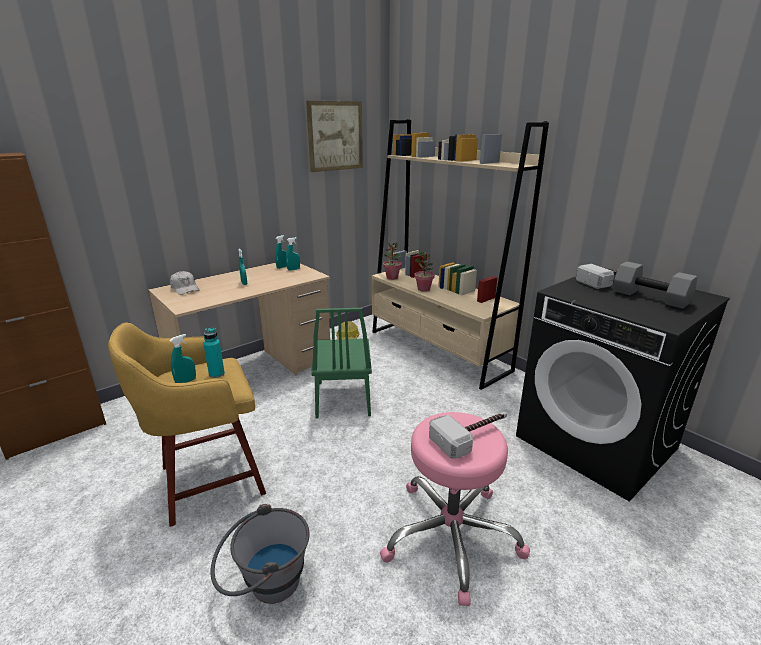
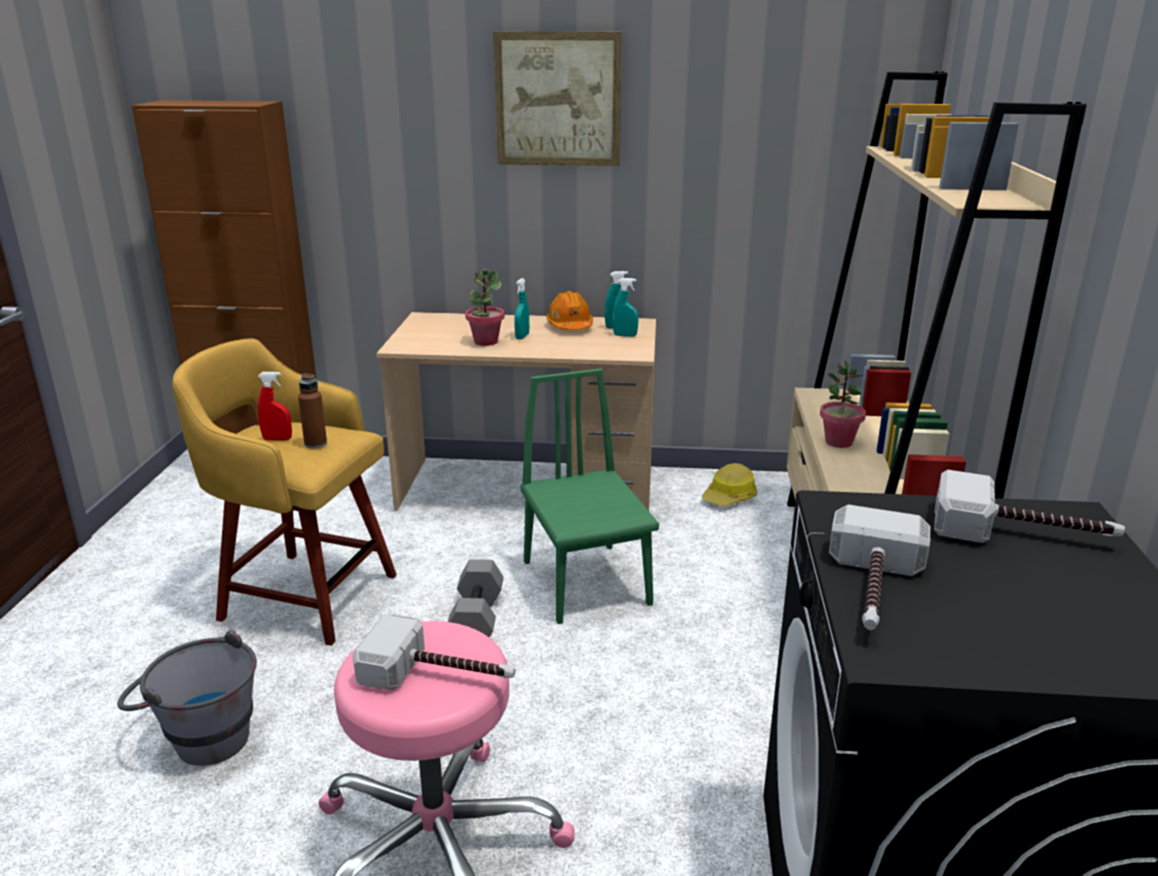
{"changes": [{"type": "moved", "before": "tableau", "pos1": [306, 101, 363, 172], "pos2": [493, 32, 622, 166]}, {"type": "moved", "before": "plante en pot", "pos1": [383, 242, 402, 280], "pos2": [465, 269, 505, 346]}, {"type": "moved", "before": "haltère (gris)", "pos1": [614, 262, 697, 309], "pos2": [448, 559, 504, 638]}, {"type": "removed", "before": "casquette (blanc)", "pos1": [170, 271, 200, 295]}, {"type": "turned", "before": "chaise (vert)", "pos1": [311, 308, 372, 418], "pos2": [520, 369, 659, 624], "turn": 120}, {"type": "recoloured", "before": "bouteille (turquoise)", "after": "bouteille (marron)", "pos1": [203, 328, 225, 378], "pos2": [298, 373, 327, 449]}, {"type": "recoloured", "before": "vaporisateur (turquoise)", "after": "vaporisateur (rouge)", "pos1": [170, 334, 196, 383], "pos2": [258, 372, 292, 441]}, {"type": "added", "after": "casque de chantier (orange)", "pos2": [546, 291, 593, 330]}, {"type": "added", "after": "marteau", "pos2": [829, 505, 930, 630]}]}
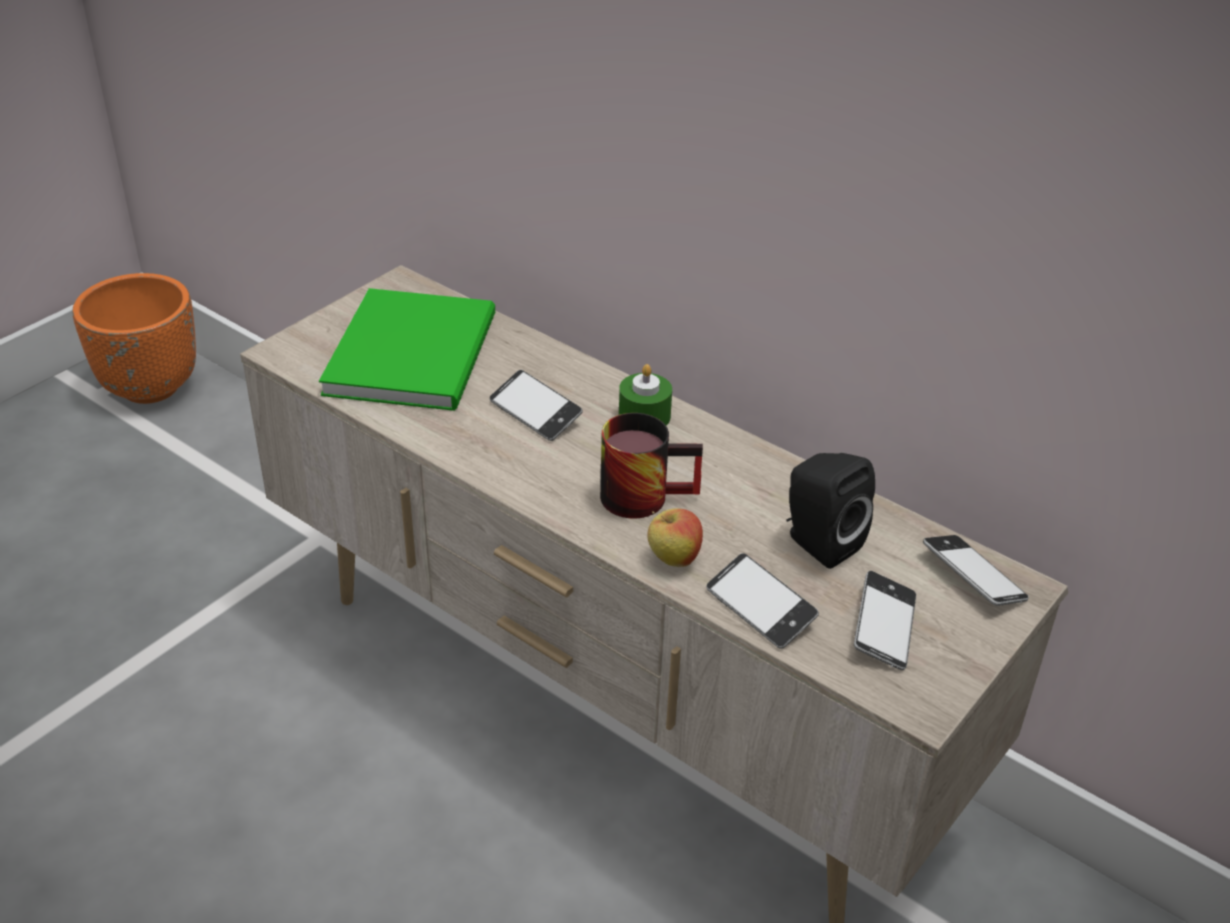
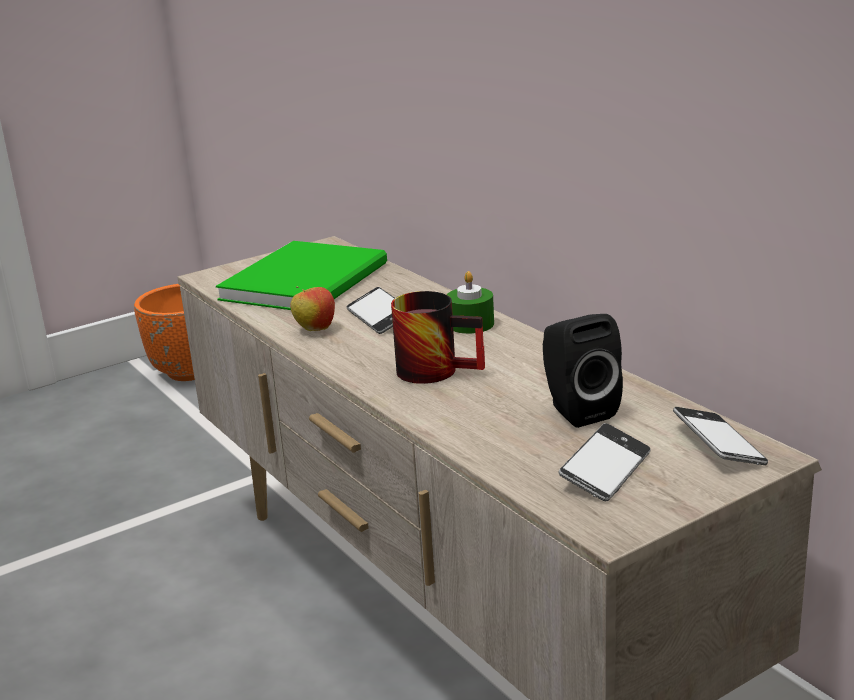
{"changes": [{"type": "moved", "before": "pomme", "pos1": [647, 508, 703, 567], "pos2": [290, 286, 335, 331]}, {"type": "removed", "before": "téléphone", "pos1": [706, 553, 819, 649]}]}
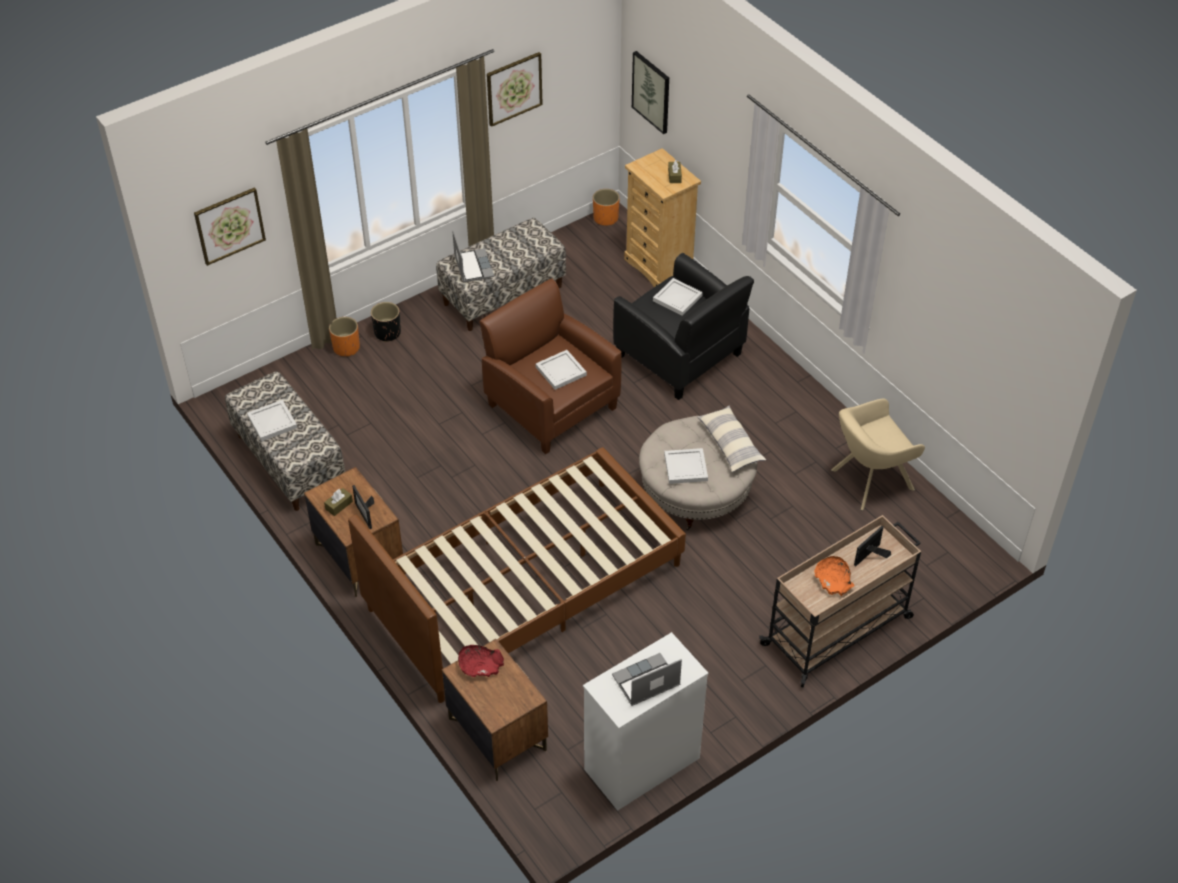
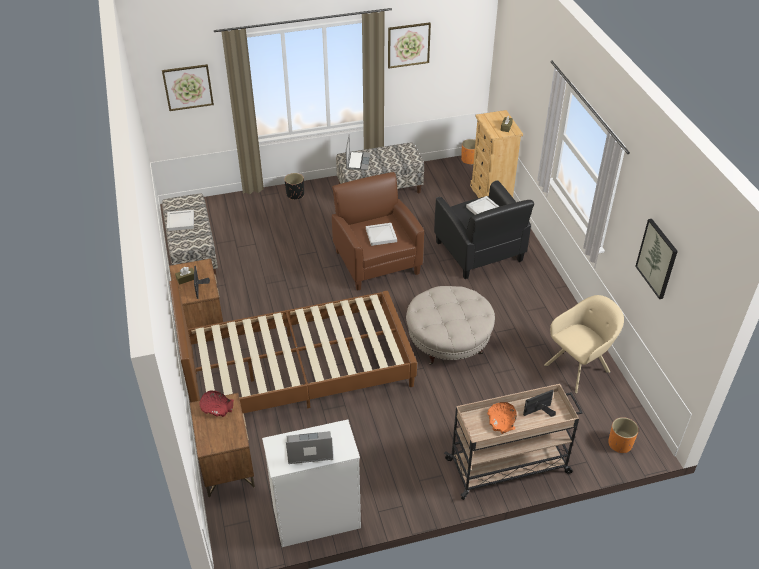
{"changes": [{"type": "moved", "before": "tableau", "pos1": [632, 51, 669, 134], "pos2": [635, 219, 678, 299]}, {"type": "moved", "before": "cache-pot (orange)", "pos1": [329, 317, 360, 356], "pos2": [608, 417, 639, 453]}, {"type": "turned", "before": "fauteuil (beige)", "pos1": [831, 399, 925, 511], "pos2": [544, 295, 624, 393], "turn": 150}, {"type": "removed", "before": "coussin", "pos1": [697, 406, 766, 472]}, {"type": "removed", "before": "plateau (blanc)", "pos1": [664, 448, 708, 484]}]}
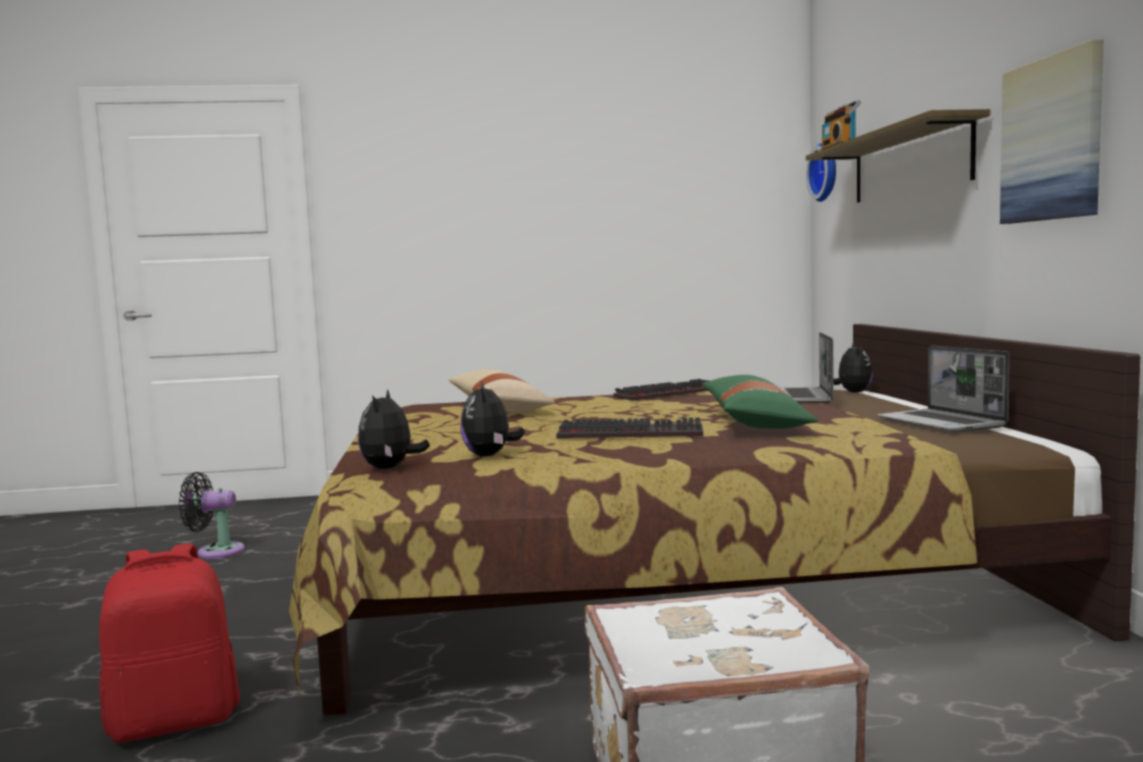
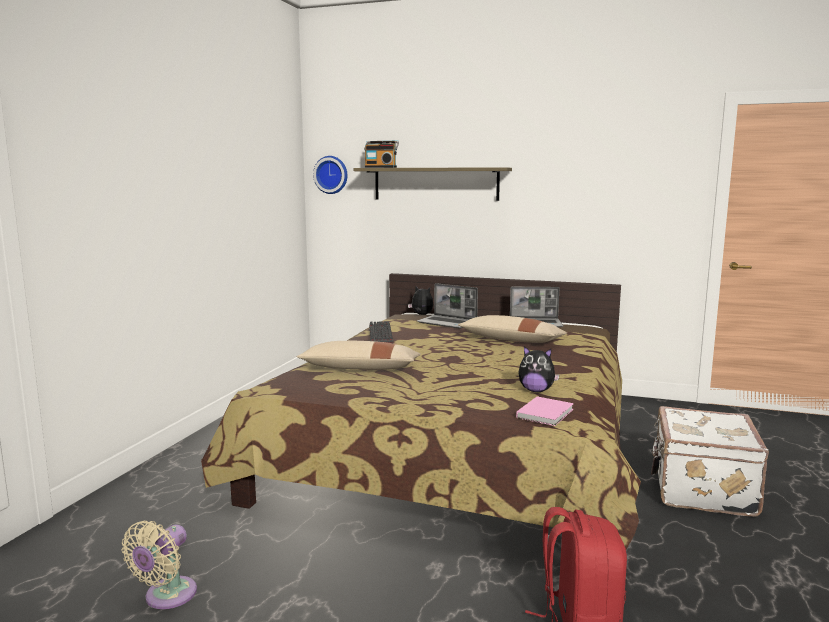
{"changes": [{"type": "removed", "before": "tableau", "pos1": [1000, 39, 1103, 224]}, {"type": "recoloured", "before": "coussin (vert)", "after": "coussin (beige)", "pos1": [702, 375, 818, 429], "pos2": [458, 315, 567, 343]}, {"type": "replaced", "before": "peluche", "after": "livre (rose)", "pos1": [358, 389, 430, 469], "pos2": [516, 396, 574, 426]}, {"type": "removed", "before": "clavier", "pos1": [556, 417, 703, 438]}, {"type": "recoloured", "before": "ventilateur (noir)", "after": "ventilateur (beige)", "pos1": [179, 472, 245, 559], "pos2": [122, 521, 197, 609]}]}
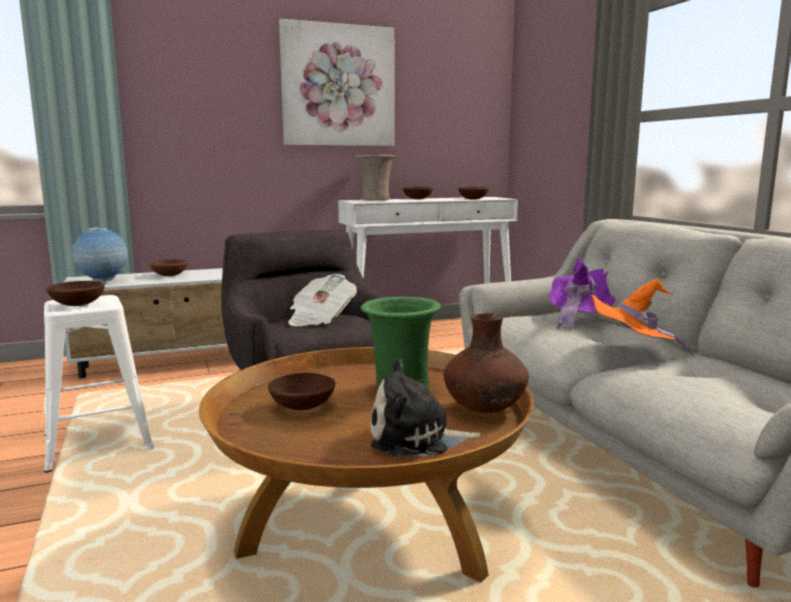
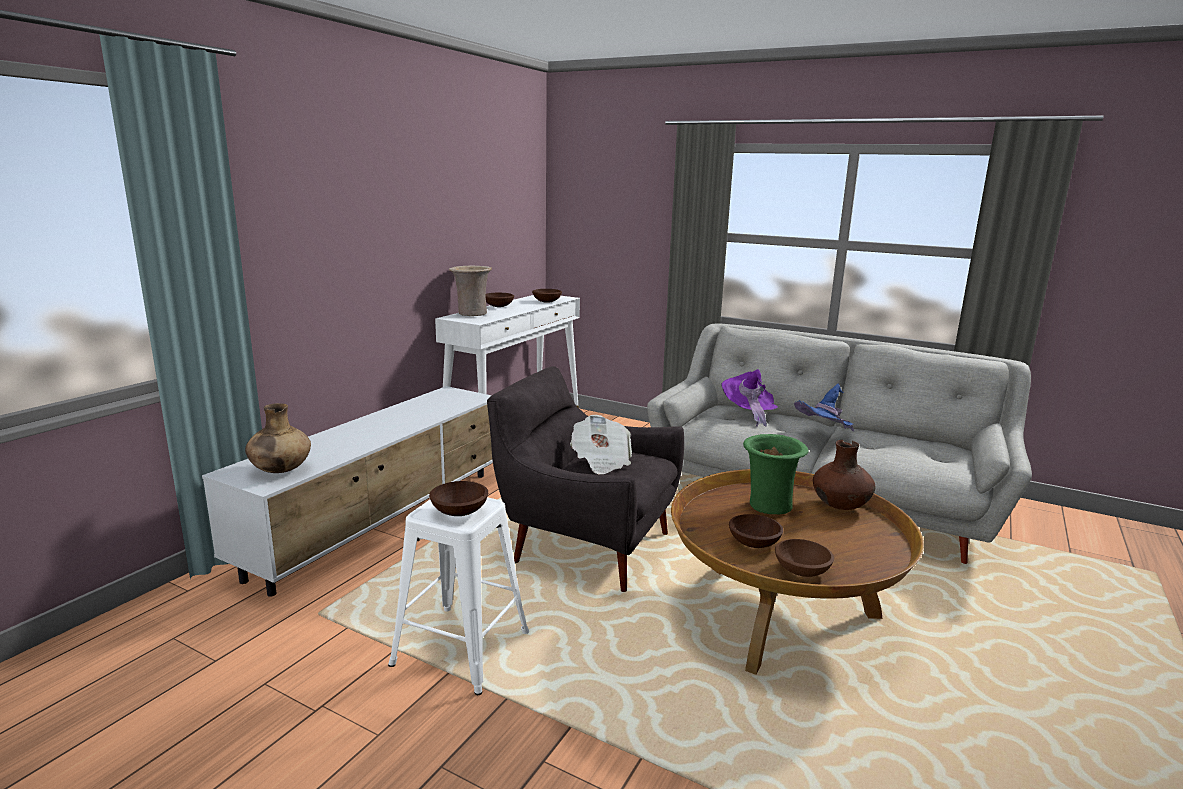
{"changes": [{"type": "removed", "before": "tableau", "pos1": [279, 19, 394, 146]}, {"type": "replaced", "before": "globe", "after": "vase (marron)", "pos1": [72, 227, 129, 282], "pos2": [245, 403, 311, 473]}, {"type": "moved", "before": "bol (marron)", "pos1": [150, 260, 188, 276], "pos2": [775, 539, 834, 577]}, {"type": "recoloured", "before": "chapeau (orange)", "after": "chapeau (bleu)", "pos1": [591, 279, 694, 357], "pos2": [794, 384, 854, 431]}, {"type": "removed", "before": "peluche", "pos1": [371, 360, 481, 456]}]}
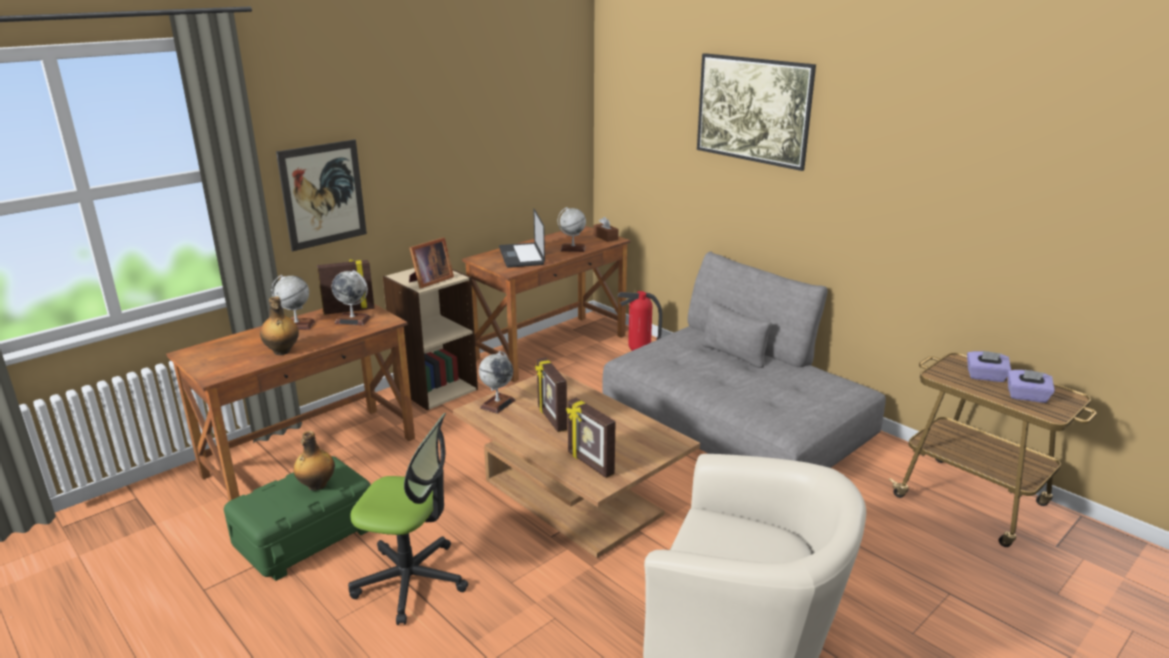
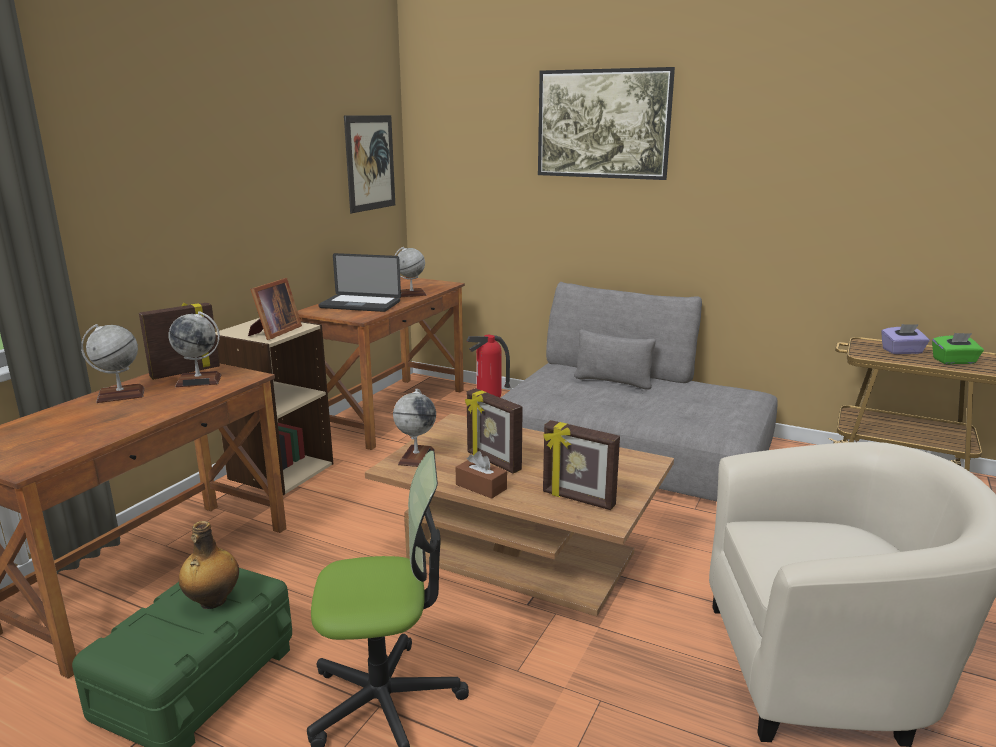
{"changes": [{"type": "moved", "before": "tableau", "pos1": [276, 139, 367, 252], "pos2": [344, 115, 395, 213]}, {"type": "turned", "before": "ordinateur portable", "pos1": [499, 209, 545, 268], "pos2": [318, 253, 401, 312], "turn": -45}, {"type": "moved", "before": "boîte à mouchoirs (marron)", "pos1": [594, 217, 619, 242], "pos2": [456, 451, 507, 499]}, {"type": "removed", "before": "bouteille", "pos1": [260, 296, 299, 355]}, {"type": "recoloured", "before": "boîte à mouchoirs (violet)", "after": "boîte à mouchoirs (vert)", "pos1": [1008, 370, 1055, 403], "pos2": [932, 333, 984, 364]}]}
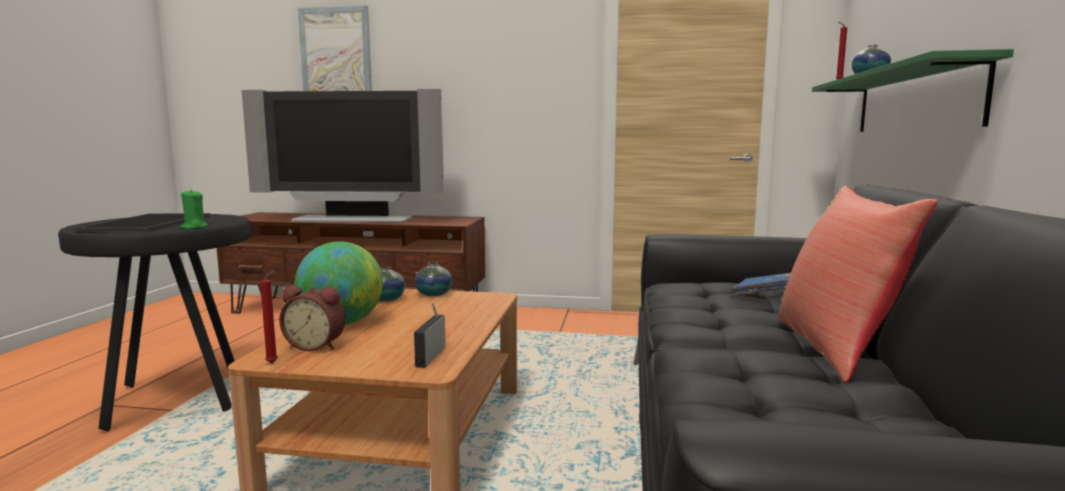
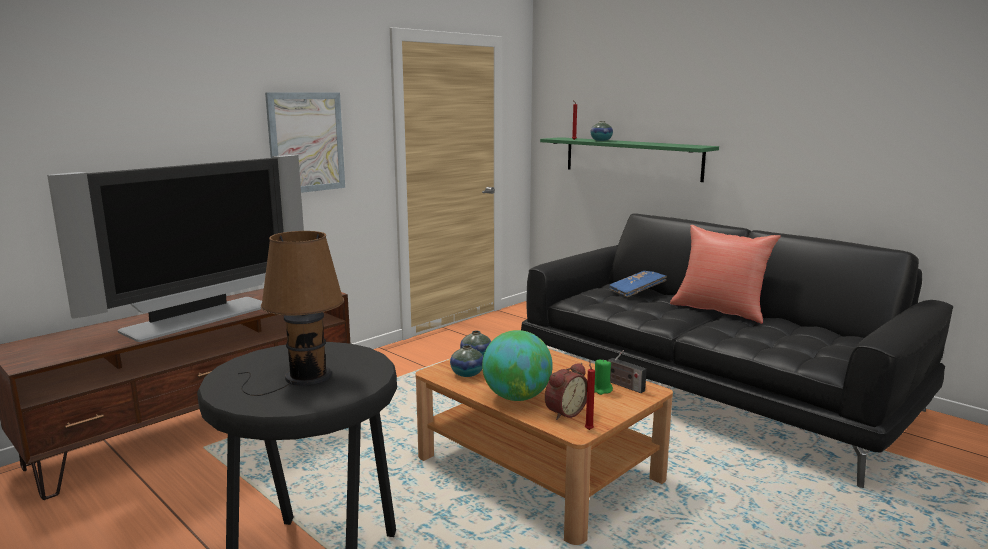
{"changes": [{"type": "moved", "before": "tableau", "pos1": [298, 5, 372, 91], "pos2": [265, 93, 345, 193]}, {"type": "moved", "before": "bougie (vert)", "pos1": [180, 190, 208, 229], "pos2": [594, 359, 613, 395]}, {"type": "replaced", "before": "plateau", "after": "lampe de table (marron)", "pos1": [76, 213, 210, 232], "pos2": [238, 231, 344, 396]}]}
